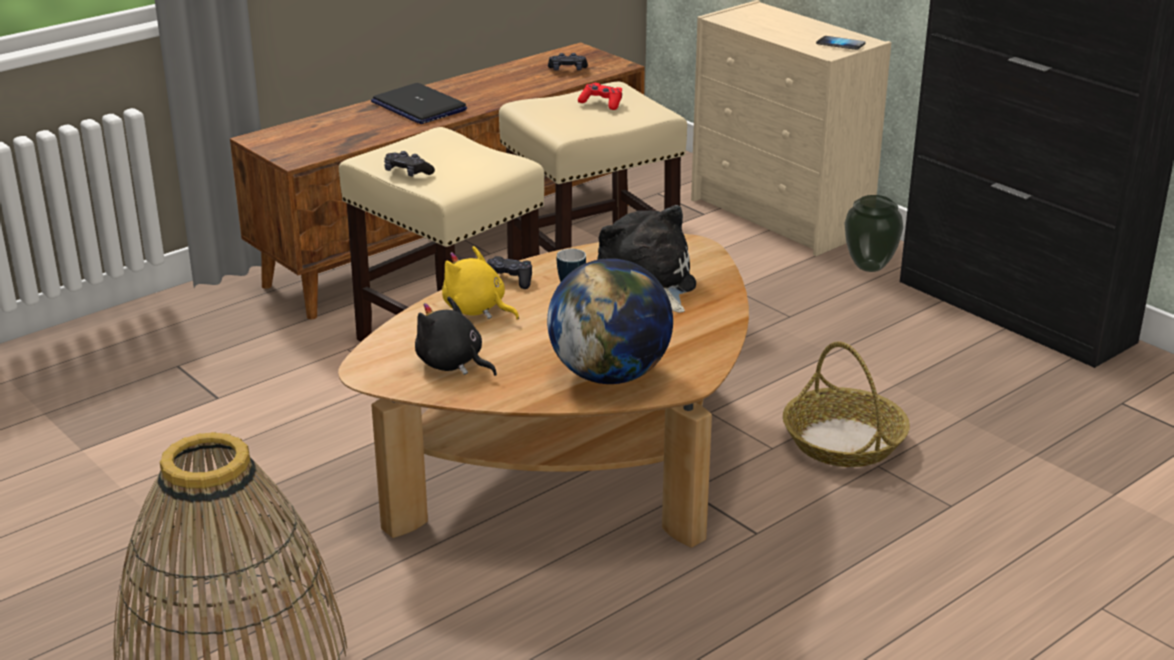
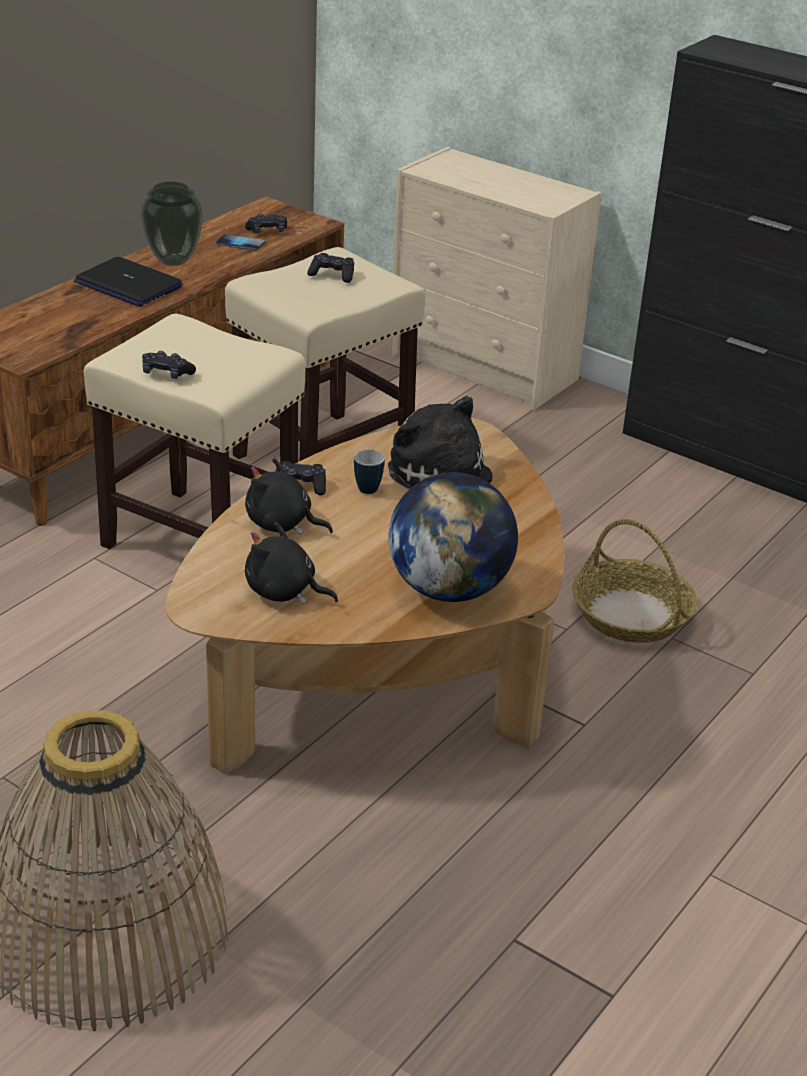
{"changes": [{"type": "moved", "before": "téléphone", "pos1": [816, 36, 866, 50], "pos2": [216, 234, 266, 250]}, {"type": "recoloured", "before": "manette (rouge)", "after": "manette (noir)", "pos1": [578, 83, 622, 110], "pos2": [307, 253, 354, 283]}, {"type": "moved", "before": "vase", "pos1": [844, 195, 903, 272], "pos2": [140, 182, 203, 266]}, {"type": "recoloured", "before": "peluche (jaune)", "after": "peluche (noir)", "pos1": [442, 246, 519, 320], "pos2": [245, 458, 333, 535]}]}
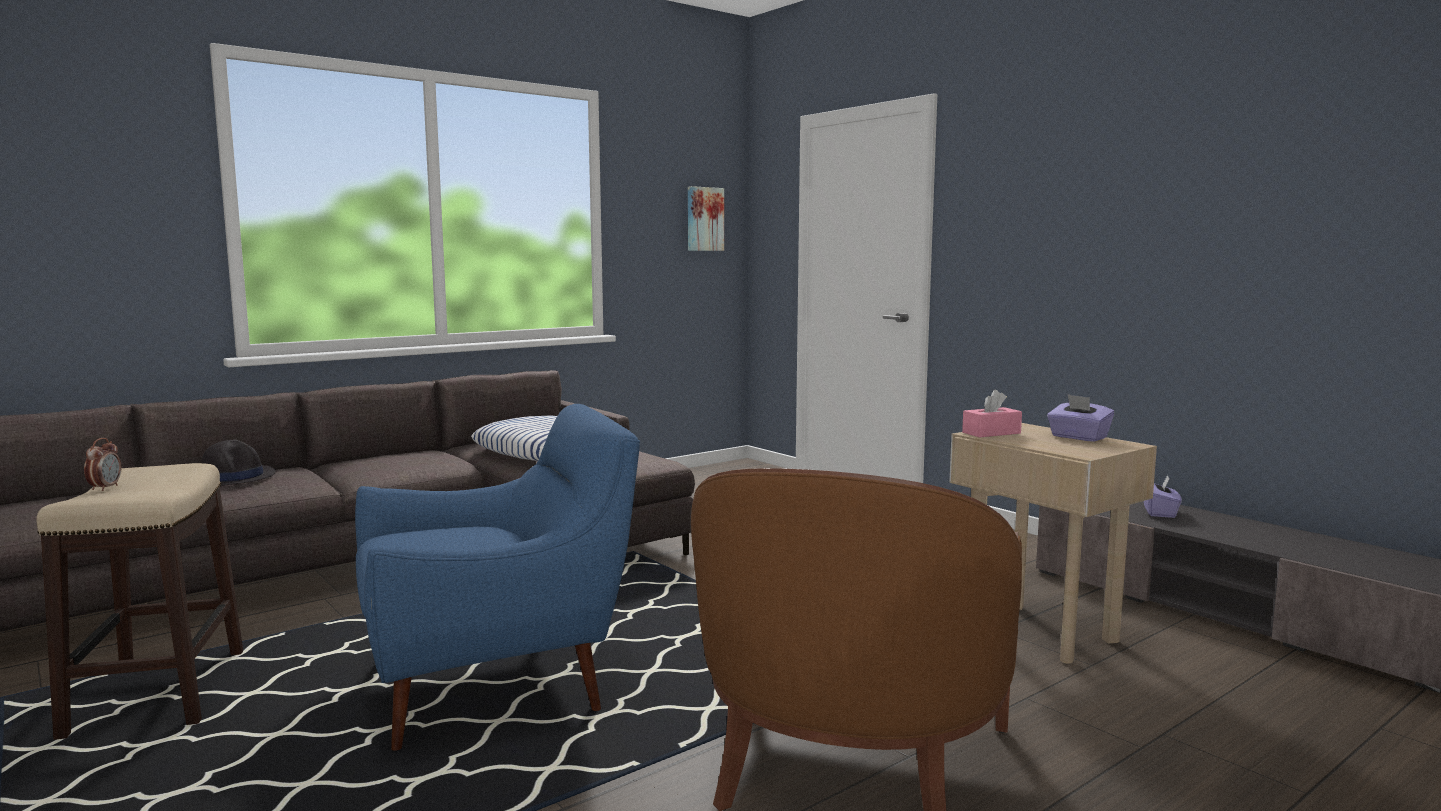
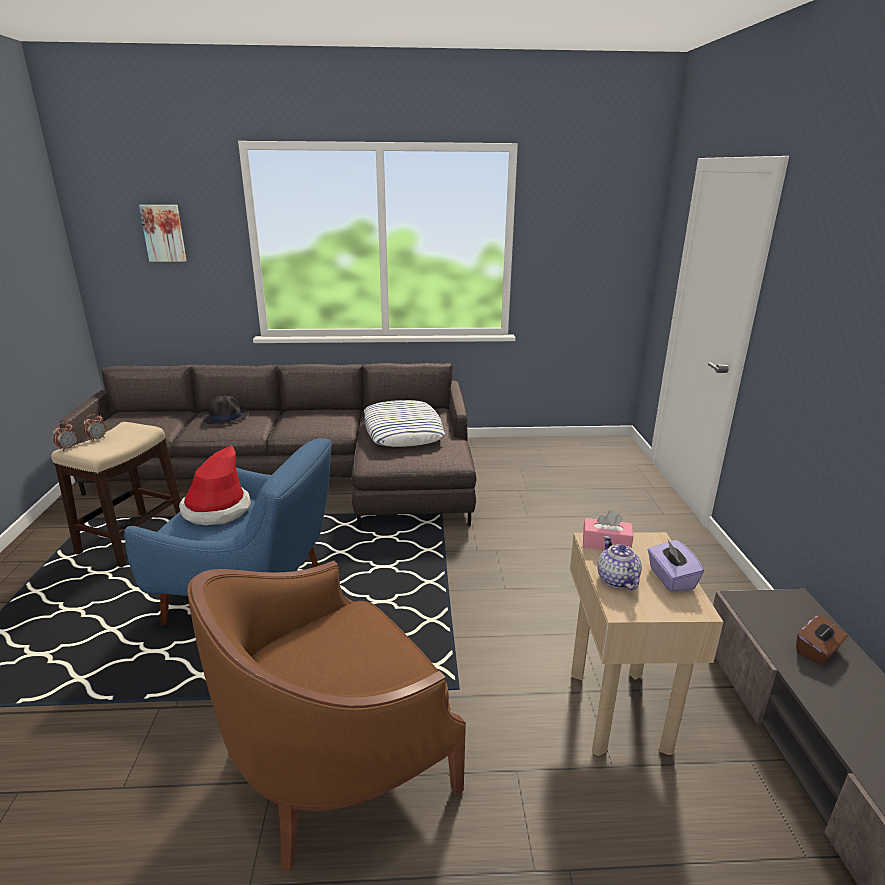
{"changes": [{"type": "moved", "before": "tableau", "pos1": [688, 186, 724, 251], "pos2": [139, 205, 187, 262]}, {"type": "recoloured", "before": "boîte à mouchoirs (violet)", "after": "boîte à mouchoirs (marron)", "pos1": [1144, 475, 1182, 518], "pos2": [796, 615, 848, 665]}, {"type": "added", "after": "réveil", "pos2": [53, 422, 77, 451]}, {"type": "added", "after": "chapeau", "pos2": [179, 445, 251, 525]}, {"type": "added", "after": "théière", "pos2": [597, 536, 642, 590]}]}
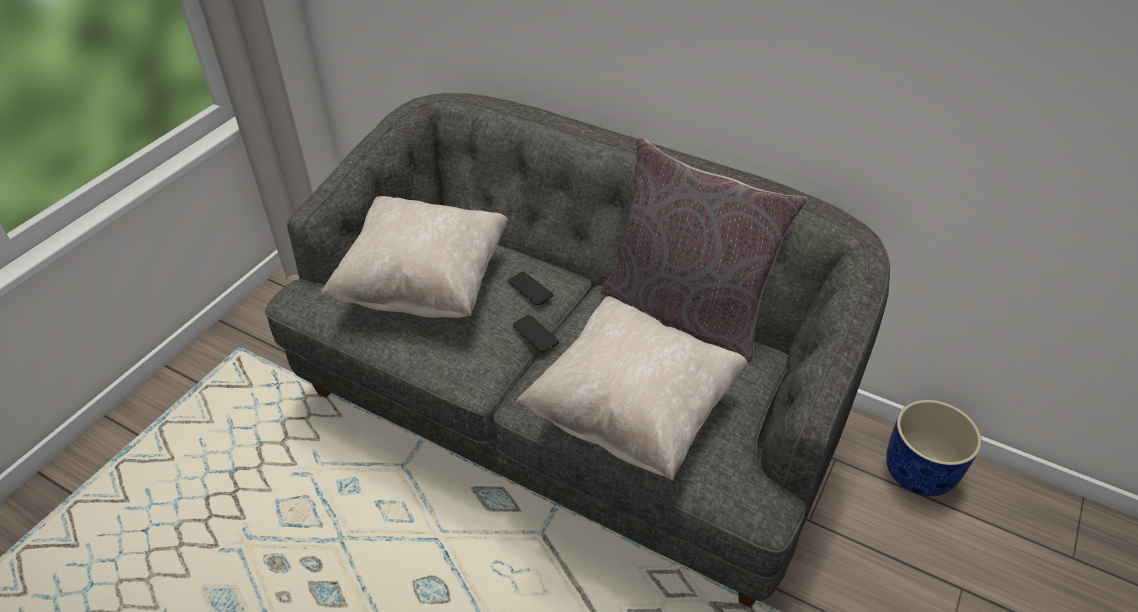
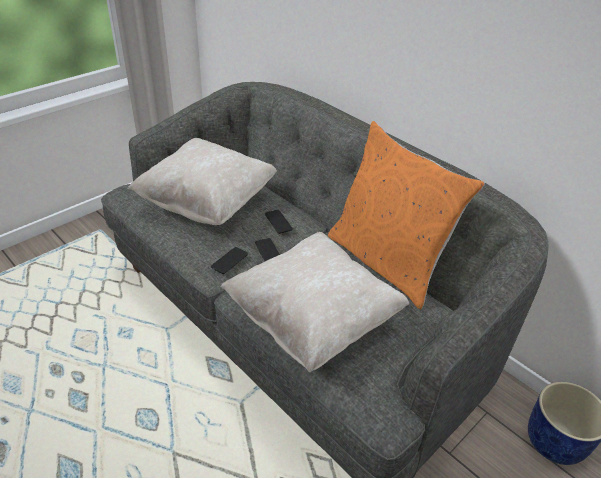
{"changes": [{"type": "recoloured", "before": "coussin (gris)", "after": "coussin (orange)", "pos1": [601, 137, 807, 362], "pos2": [328, 121, 485, 309]}, {"type": "added", "after": "téléphone", "pos2": [211, 247, 248, 274]}]}
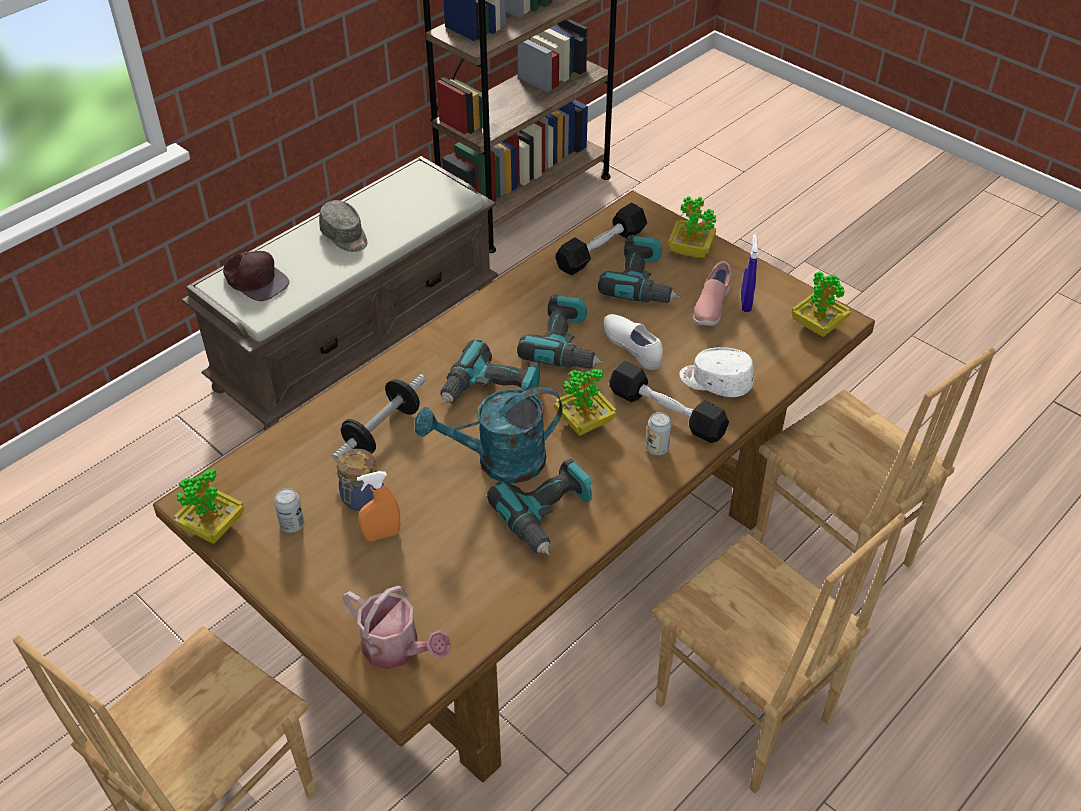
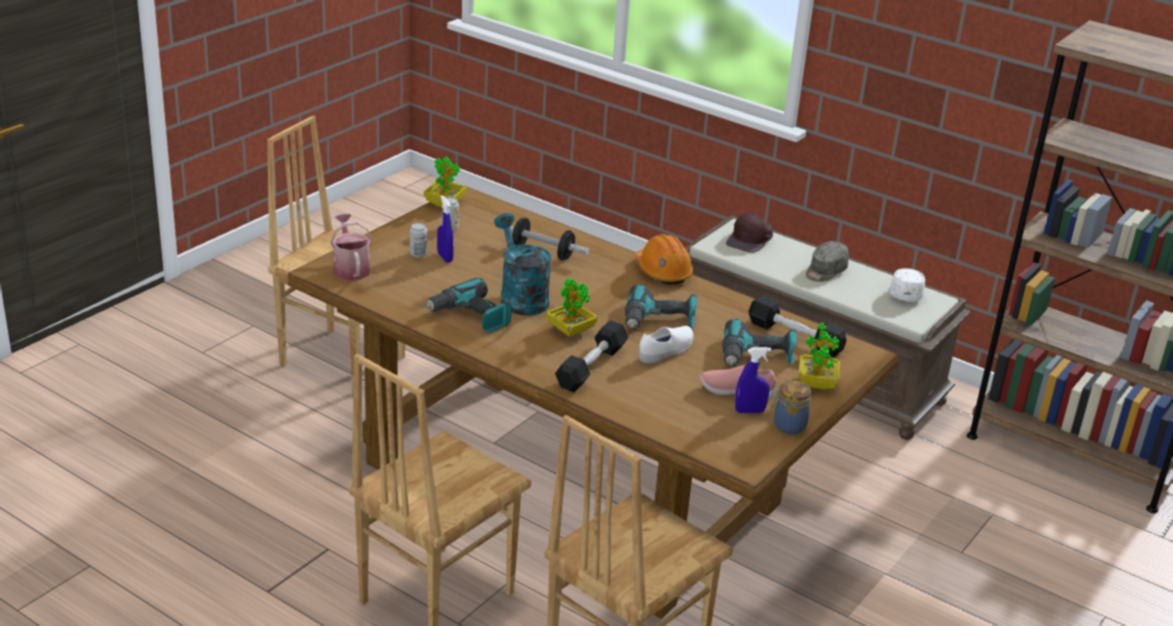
{"changes": [{"type": "removed", "before": "plante en pot", "pos1": [792, 271, 850, 337]}, {"type": "removed", "before": "perceuse", "pos1": [440, 340, 540, 404]}, {"type": "moved", "before": "casquette (blanc)", "pos1": [679, 347, 754, 397], "pos2": [890, 268, 925, 301]}, {"type": "moved", "before": "boîte métallique", "pos1": [646, 412, 671, 455], "pos2": [410, 223, 427, 257]}, {"type": "moved", "before": "bocal", "pos1": [337, 449, 377, 511], "pos2": [771, 381, 811, 435]}, {"type": "recoloured", "before": "vaporisateur (orange)", "after": "vaporisateur (bleu)", "pos1": [357, 471, 400, 541], "pos2": [437, 195, 454, 263]}, {"type": "turned", "before": "arrosoir", "pos1": [343, 586, 451, 669], "pos2": [330, 214, 372, 281], "turn": 135}, {"type": "added", "after": "casque de chantier (orange)", "pos2": [635, 234, 694, 285]}]}
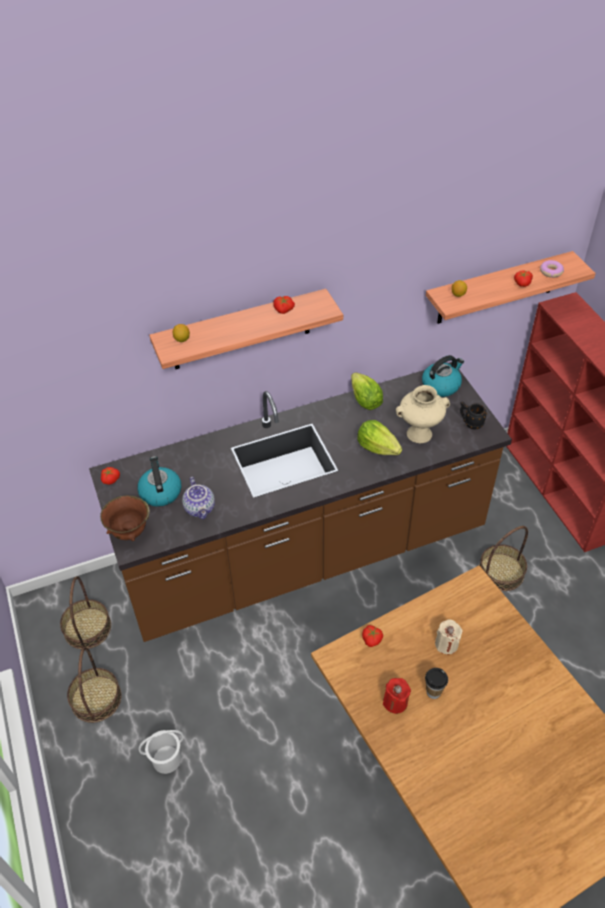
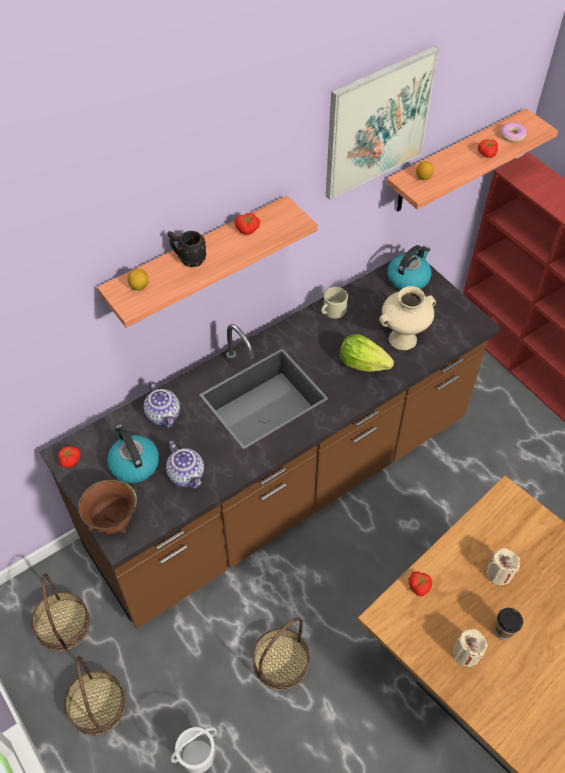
{"changes": [{"type": "replaced", "before": "laitue", "after": "mug (beige)", "pos1": [351, 372, 383, 410], "pos2": [321, 287, 348, 319]}, {"type": "moved", "before": "mug (noir)", "pos1": [460, 402, 487, 429], "pos2": [167, 231, 207, 267]}, {"type": "moved", "before": "panier", "pos1": [479, 526, 528, 591], "pos2": [253, 617, 310, 690]}, {"type": "recoloured", "before": "bougie (rouge)", "after": "bougie (beige)", "pos1": [383, 678, 411, 714], "pos2": [453, 629, 487, 667]}, {"type": "added", "after": "tableau", "pos2": [326, 46, 439, 200]}, {"type": "added", "after": "théière", "pos2": [144, 381, 180, 428]}]}
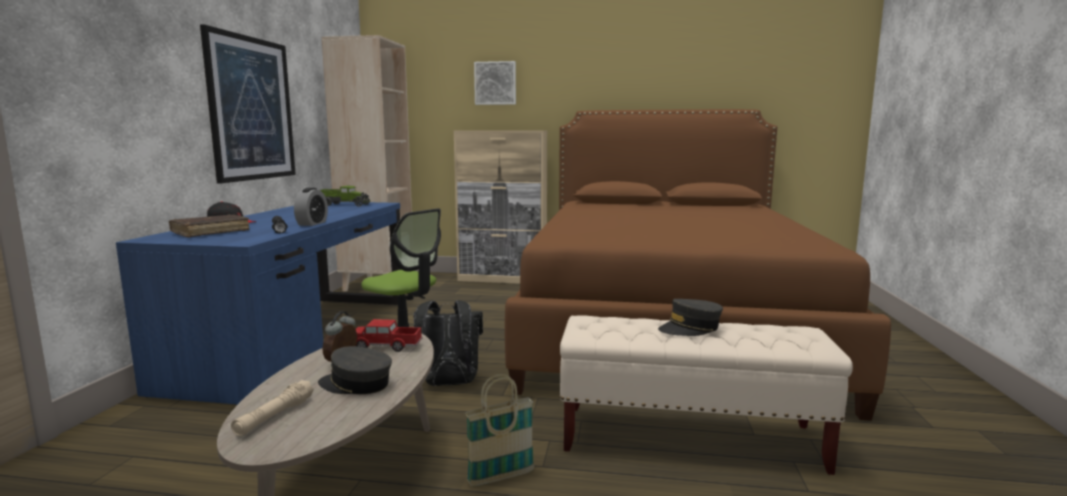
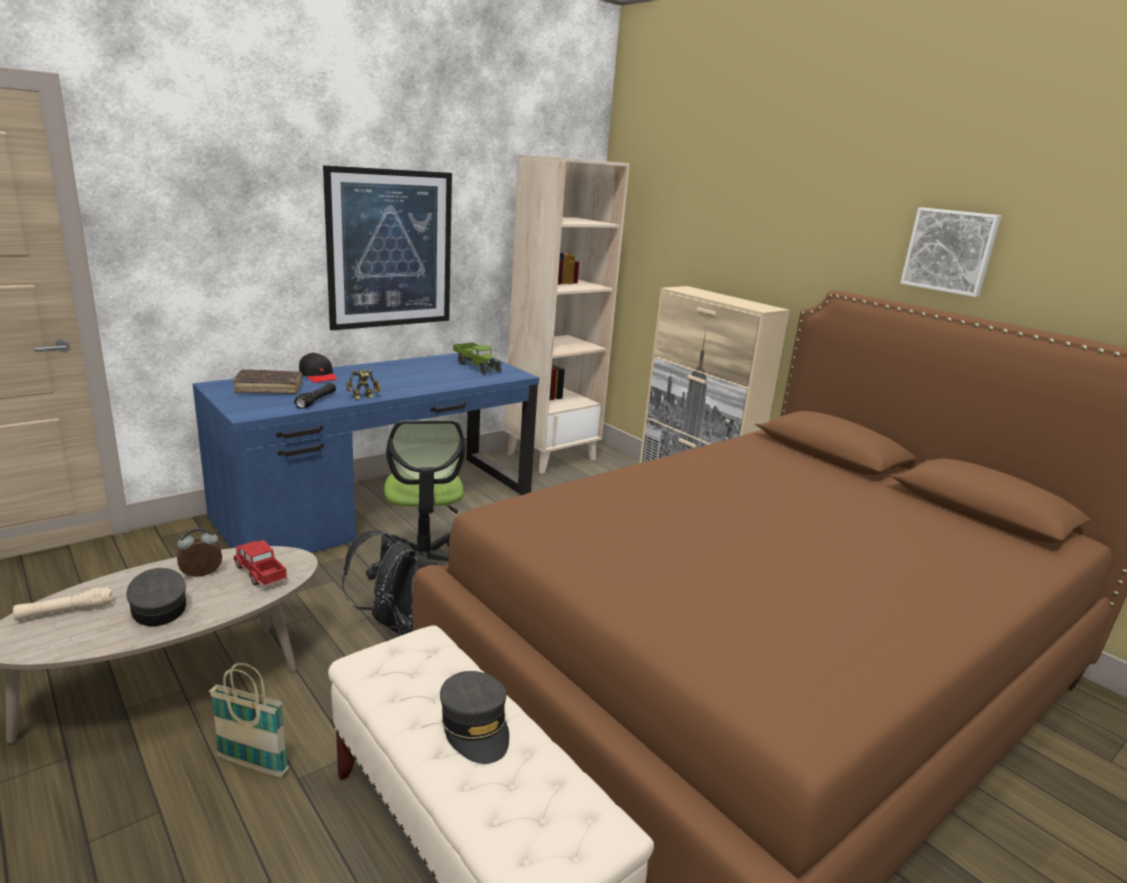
{"changes": [{"type": "moved", "before": "tableau", "pos1": [474, 61, 516, 105], "pos2": [900, 207, 1001, 297]}, {"type": "replaced", "before": "réveil", "after": "robot jouet", "pos1": [294, 188, 328, 226], "pos2": [346, 369, 381, 400]}, {"type": "turned", "before": "casquette (gris)", "pos1": [658, 299, 723, 336], "pos2": [440, 671, 509, 764], "turn": -135}]}
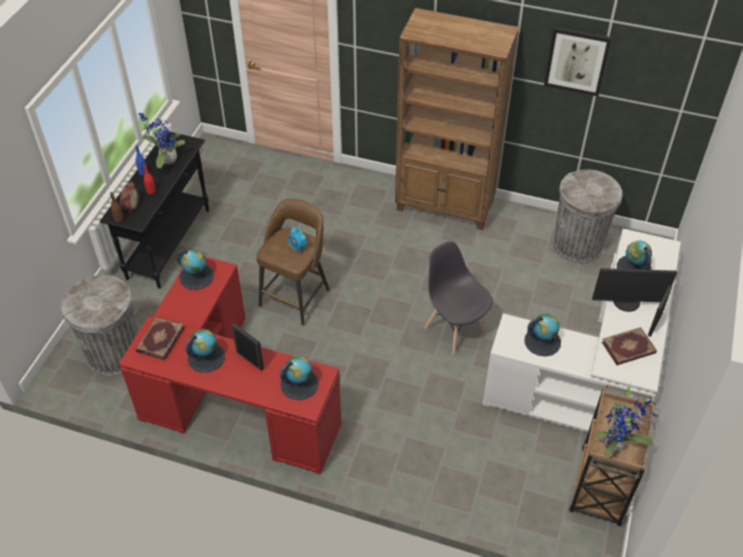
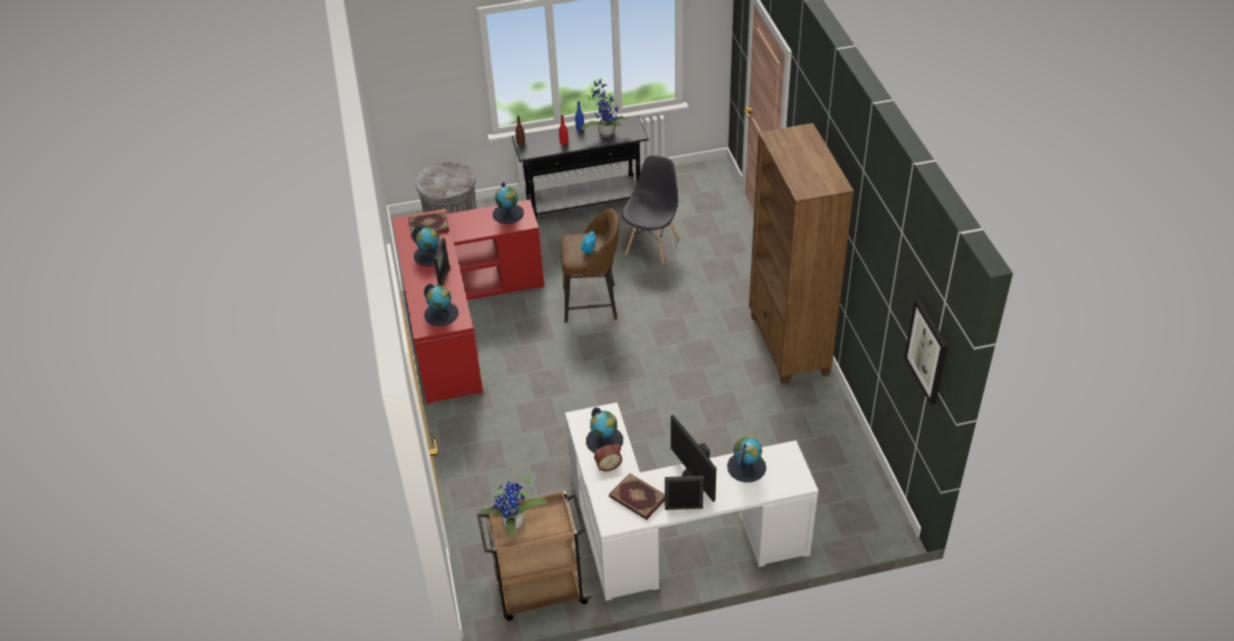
{"changes": [{"type": "moved", "before": "tableau", "pos1": [544, 27, 612, 96], "pos2": [904, 298, 948, 405]}, {"type": "removed", "before": "poubelle (gris)", "pos1": [553, 170, 622, 263]}, {"type": "moved", "before": "réveil", "pos1": [120, 181, 139, 212], "pos2": [594, 444, 622, 471]}, {"type": "moved", "before": "chaise (gris)", "pos1": [425, 241, 493, 356], "pos2": [622, 155, 678, 263]}]}
